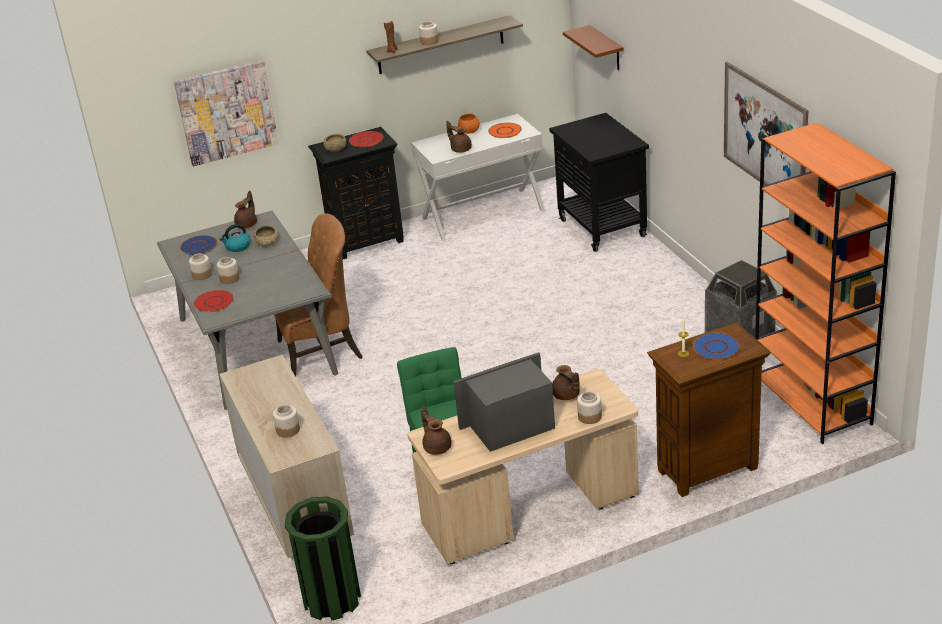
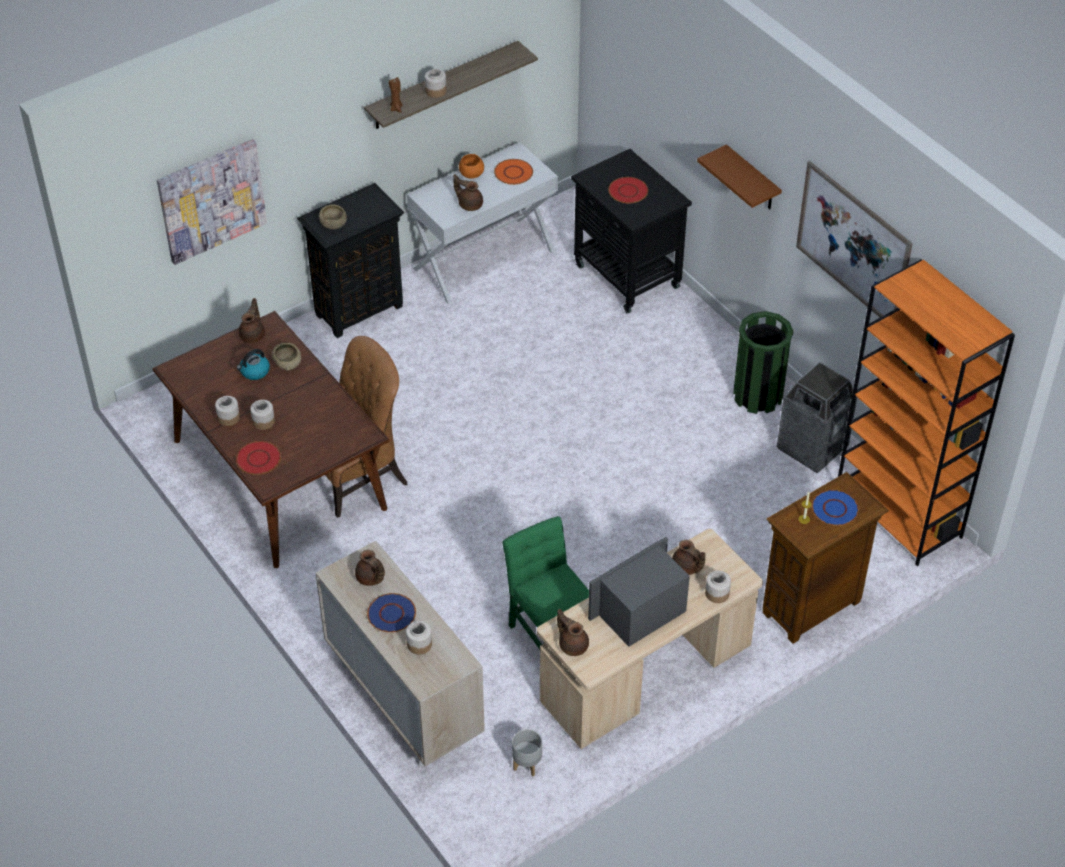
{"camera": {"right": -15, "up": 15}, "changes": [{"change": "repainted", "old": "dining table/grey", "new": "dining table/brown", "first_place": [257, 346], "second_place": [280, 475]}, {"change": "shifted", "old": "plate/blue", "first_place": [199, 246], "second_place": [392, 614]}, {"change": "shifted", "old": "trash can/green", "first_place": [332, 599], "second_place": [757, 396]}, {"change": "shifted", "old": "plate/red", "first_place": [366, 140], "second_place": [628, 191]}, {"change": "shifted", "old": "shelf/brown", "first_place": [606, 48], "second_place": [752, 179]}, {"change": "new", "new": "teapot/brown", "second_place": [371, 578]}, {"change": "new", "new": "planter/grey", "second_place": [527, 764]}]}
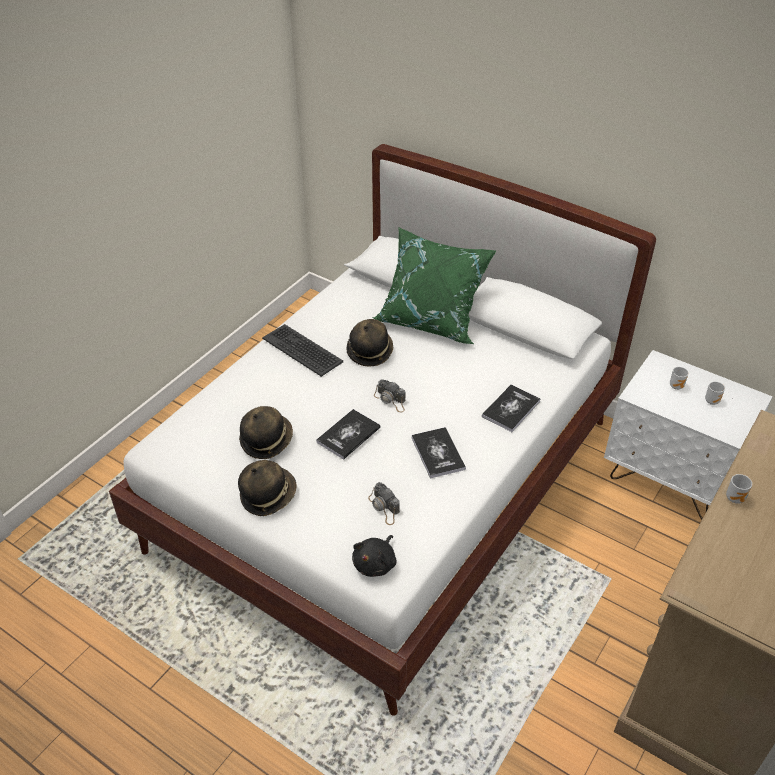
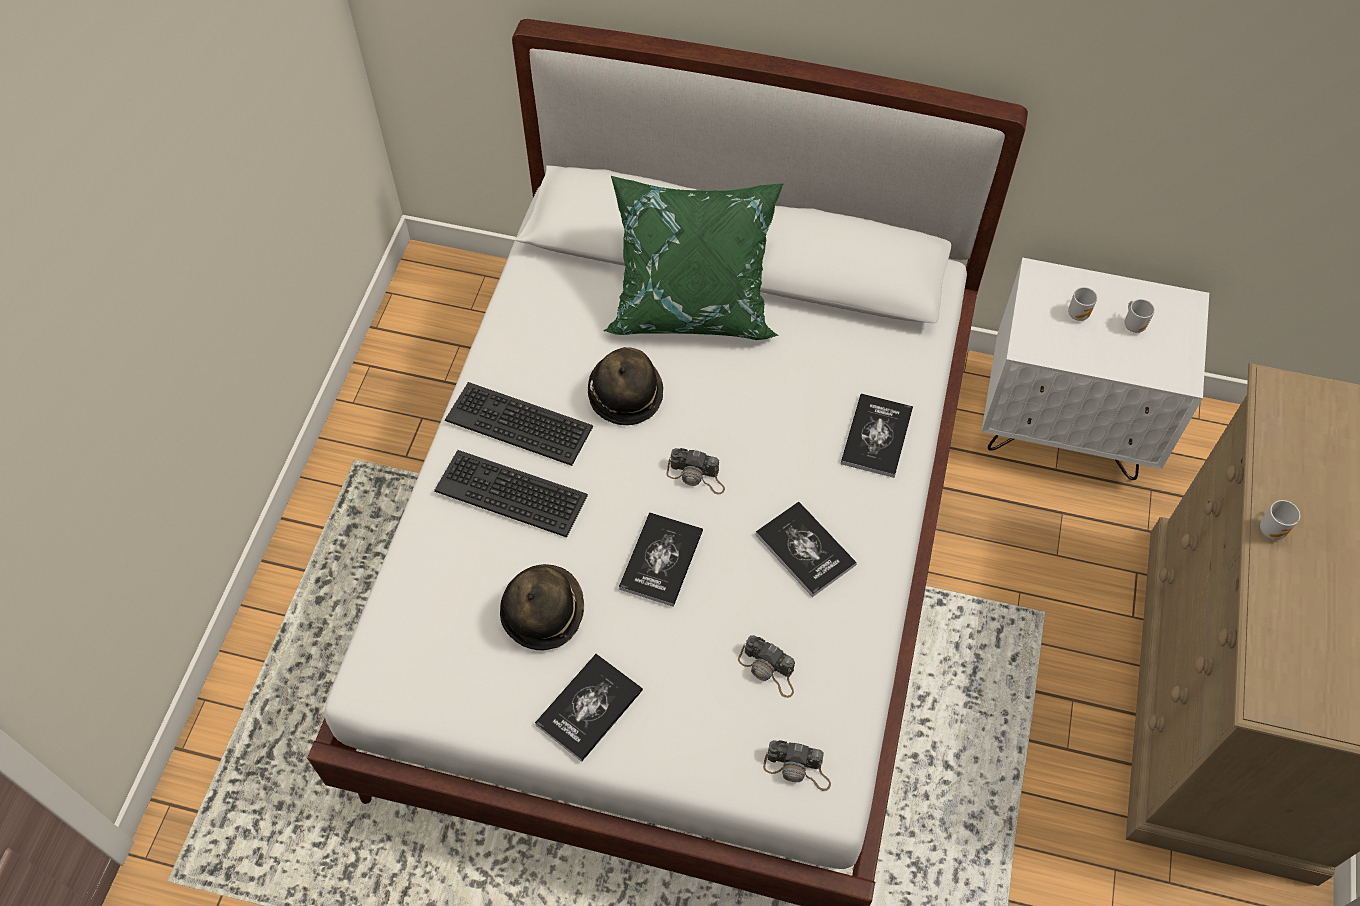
{"camera": {"right": -20, "up": 15}, "changes": [{"change": "swapped", "old": "hat", "new": "book", "first_place": [268, 495], "second_place": [589, 708]}, {"change": "swapped", "old": "plush toy/black", "new": "photo camera", "first_place": [376, 563], "second_place": [798, 769]}, {"change": "new", "new": "keyboard", "second_place": [511, 492]}]}
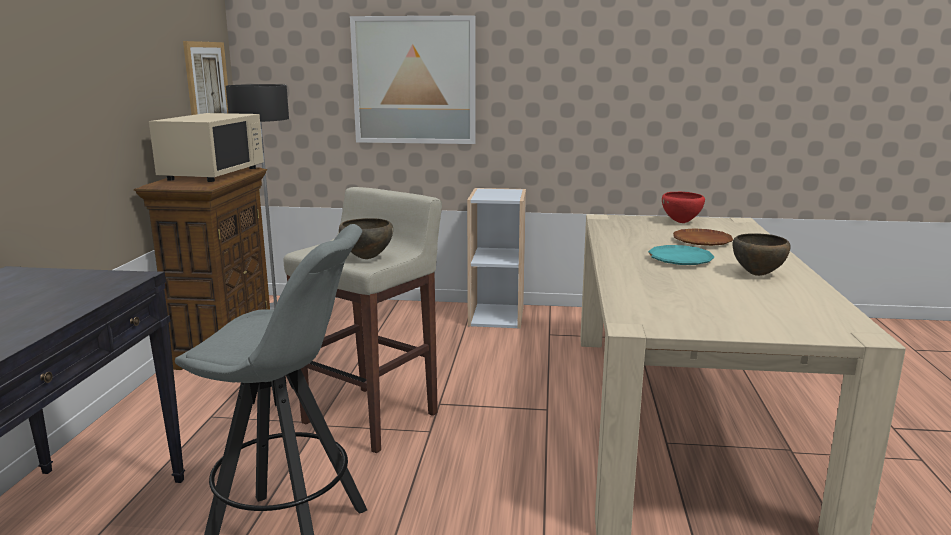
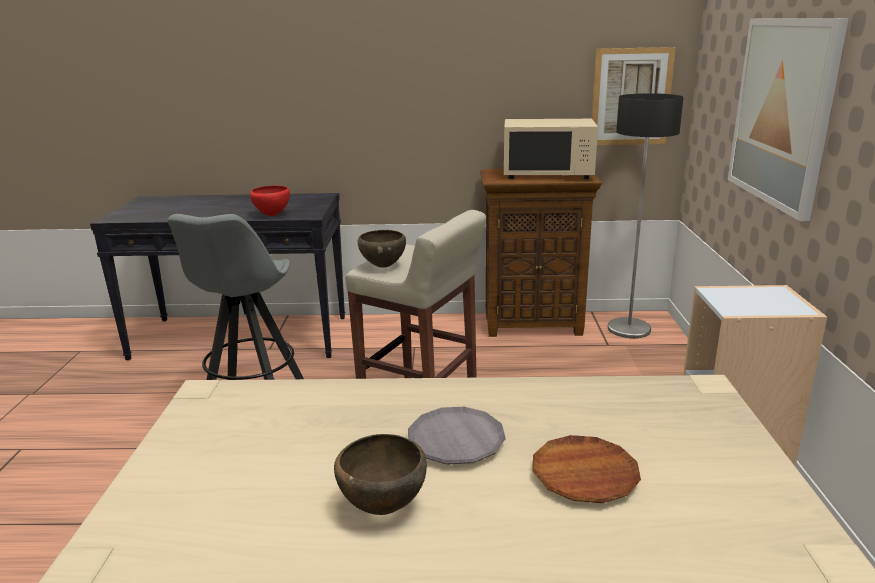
{"camera": {"right": 85, "up": 5}, "changes": [{"change": "repainted", "old": "plate/turquoise", "new": "plate/grey", "first_place": [680, 260], "second_place": [456, 441]}, {"change": "shifted", "old": "bowl/red", "first_place": [681, 222], "second_place": [272, 215]}]}
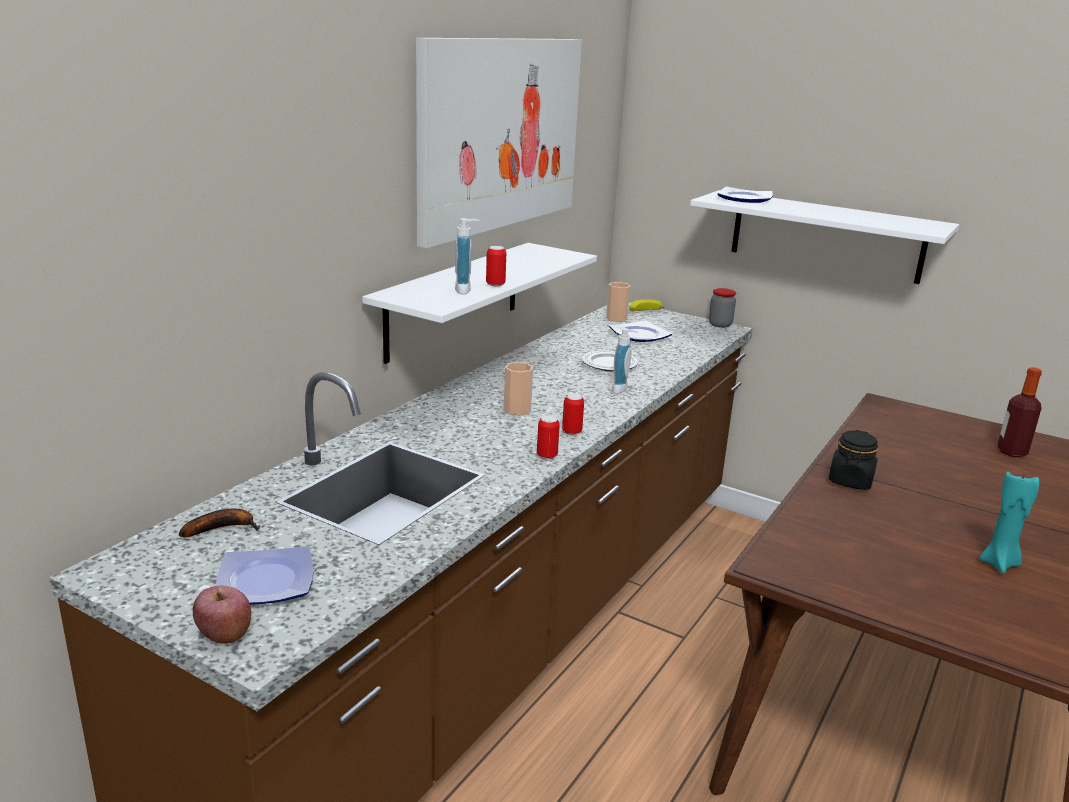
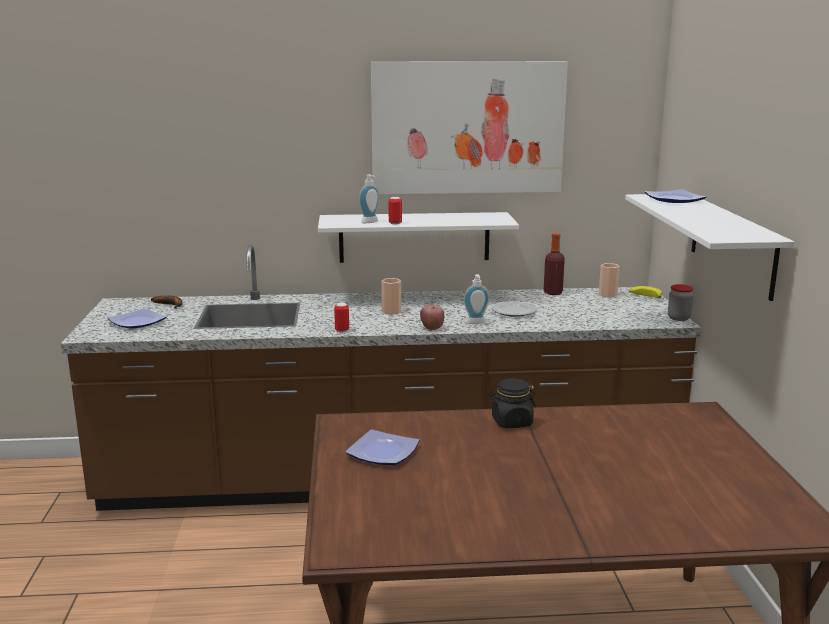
{"camera": {"right": 55, "up": -5}, "changes": [{"change": "shifted", "old": "apple", "first_place": [224, 635], "second_place": [432, 328]}, {"change": "gone", "old": "can", "first_place": [571, 432]}, {"change": "shifted", "old": "plate", "first_place": [639, 336], "second_place": [381, 453]}, {"change": "gone", "old": "candle/turquoise", "first_place": [999, 564]}, {"change": "shifted", "old": "bottle", "first_place": [1011, 452], "second_place": [553, 293]}]}
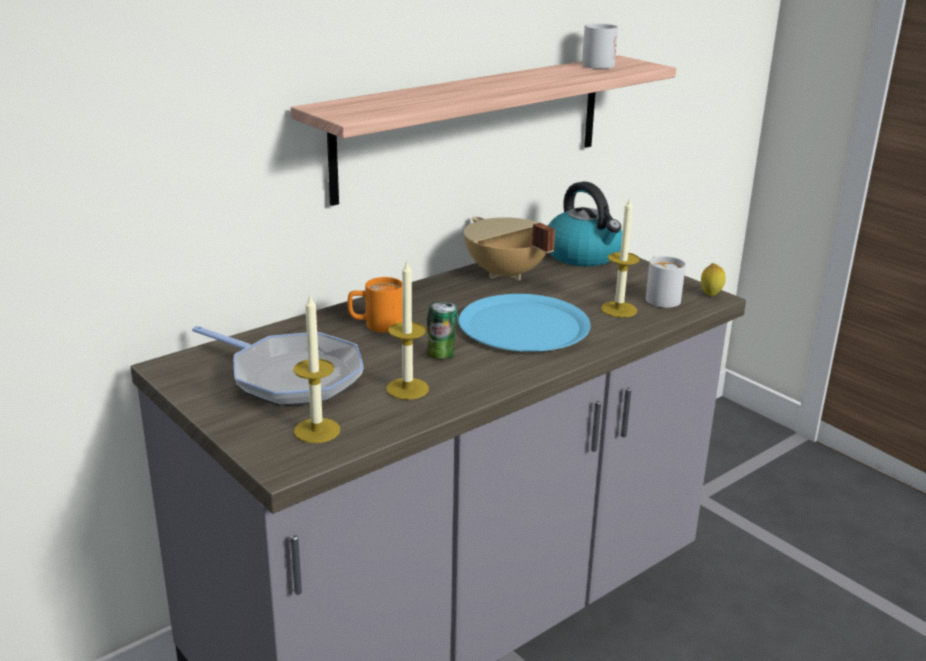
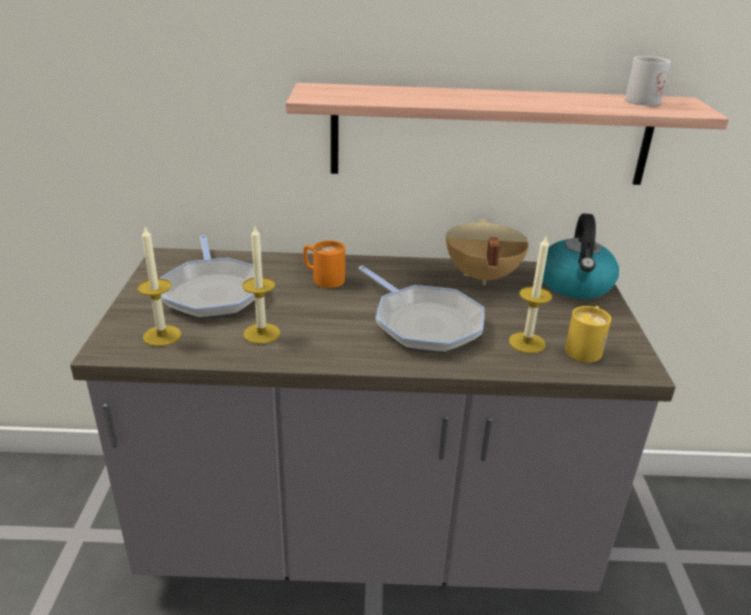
{"camera": {"right": 40, "up": 5}, "changes": [{"change": "gone", "old": "can", "first_place": [441, 355]}, {"change": "swapped", "old": "plate/blue", "new": "frying pan", "first_place": [524, 326], "second_place": [423, 323]}, {"change": "repainted", "old": "mug/white", "new": "mug/yellow", "first_place": [659, 297], "second_place": [585, 347]}, {"change": "gone", "old": "lemon", "first_place": [711, 294]}]}
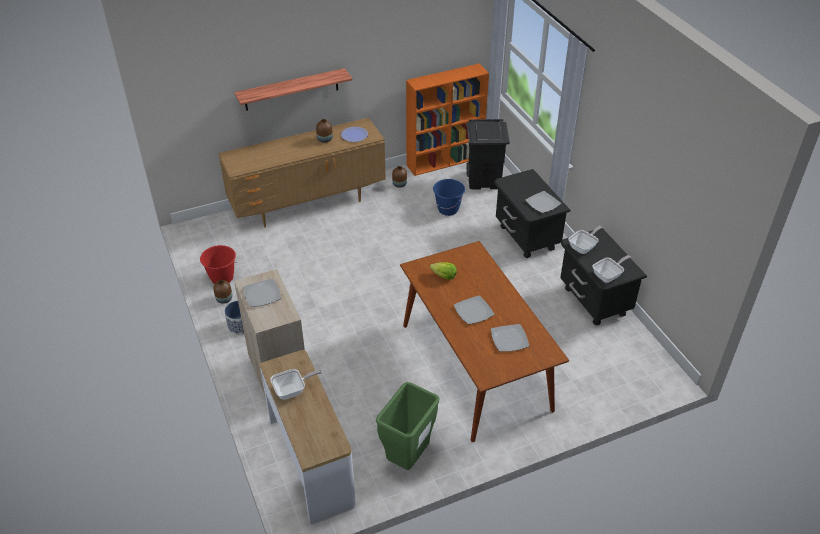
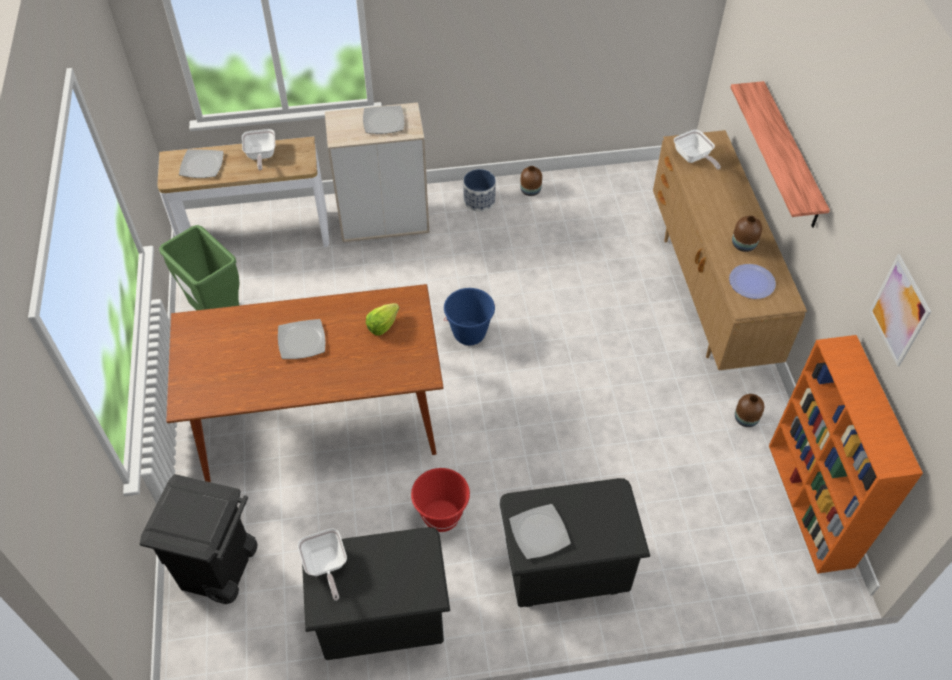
{"camera": {"right": 105, "up": 10}, "changes": [{"change": "shifted", "old": "bucket/red", "first_place": [222, 278], "second_place": [441, 516]}, {"change": "shifted", "old": "bucket/blue", "first_place": [448, 209], "second_place": [469, 333]}, {"change": "shifted", "old": "trash can/black", "first_place": [484, 180], "second_place": [219, 570]}, {"change": "shifted", "old": "plate", "first_place": [509, 339], "second_place": [201, 165]}, {"change": "shifted", "old": "frying pan", "first_place": [584, 247], "second_place": [693, 158]}, {"change": "new", "new": "picture", "second_place": [899, 311]}]}
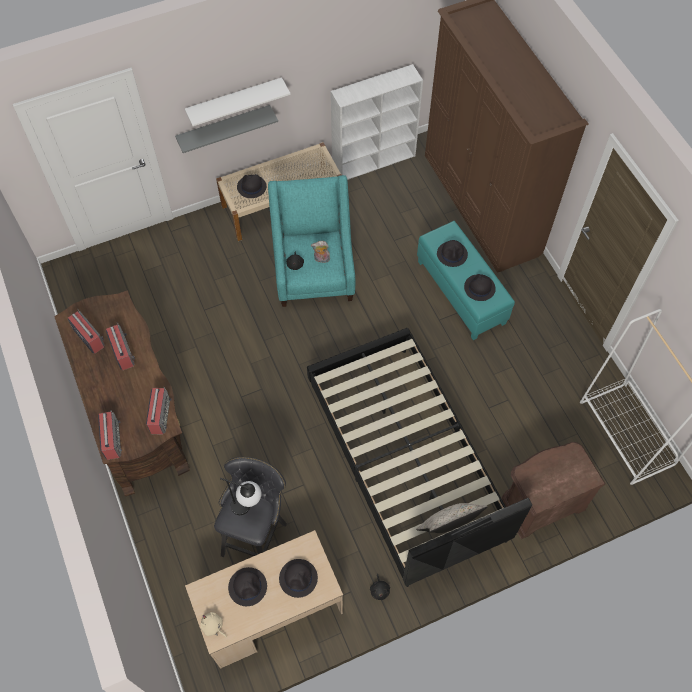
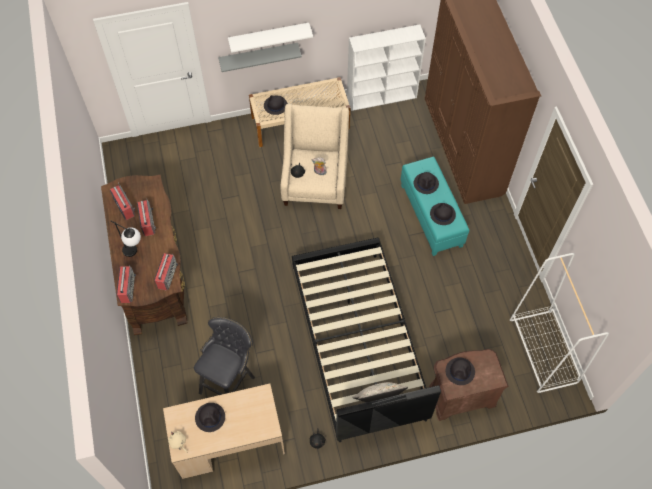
{"camera": {"right": 10, "up": 0}, "changes": [{"change": "shifted", "old": "table lamp", "first_place": [248, 508], "second_place": [135, 253]}, {"change": "repainted", "old": "armchair/turquoise", "new": "armchair/beige", "first_place": [314, 272], "second_place": [315, 181]}, {"change": "shifted", "old": "hat/black", "first_place": [298, 578], "second_place": [460, 371]}]}
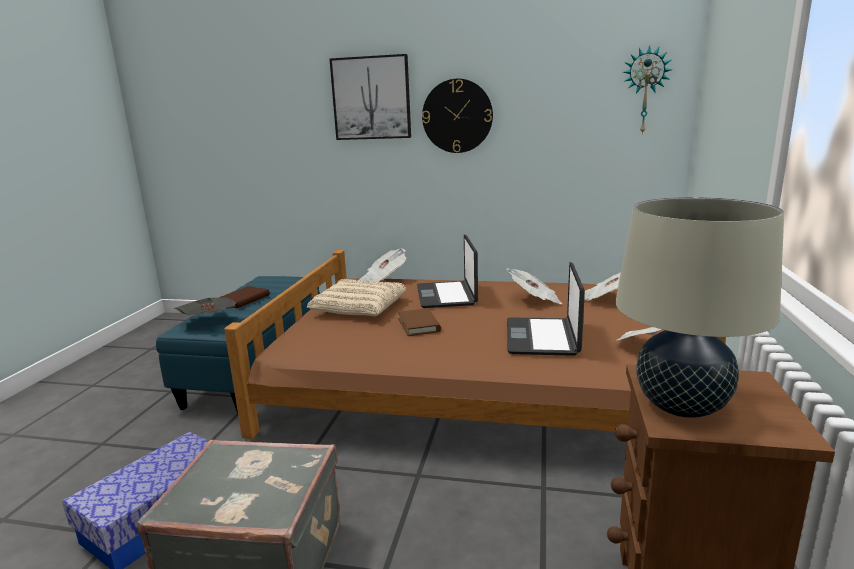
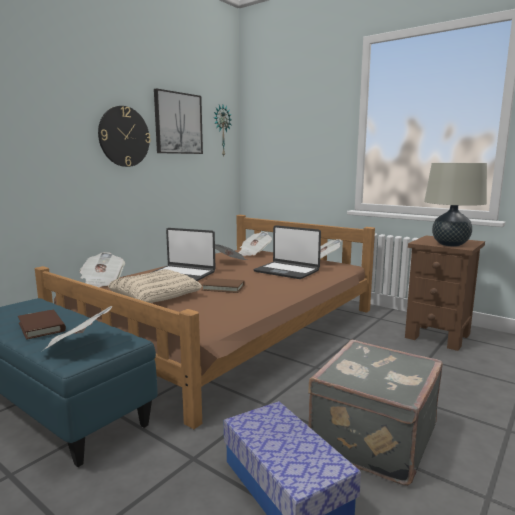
{"camera": {"right": -65, "up": -5}, "changes": [{"change": "shifted", "old": "picture", "first_place": [371, 98], "second_place": [178, 123]}]}
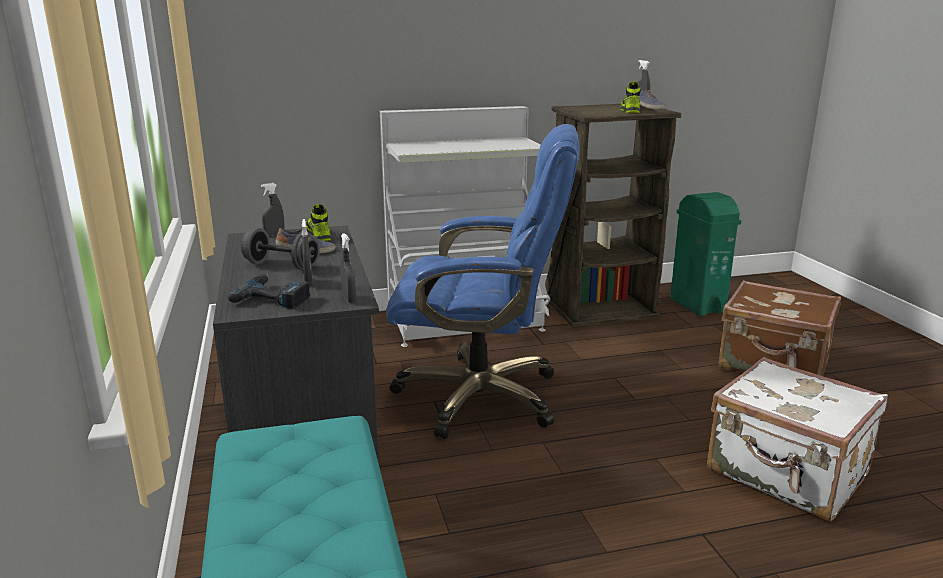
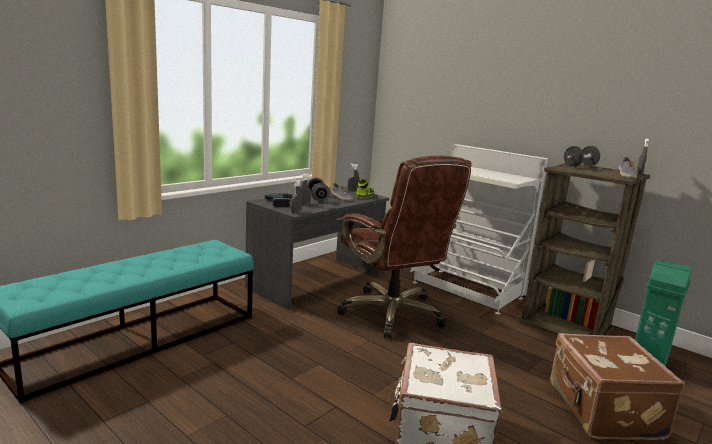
{"camera": {"right": 55, "up": -5}, "changes": [{"change": "repainted", "old": "office chair/blue", "new": "office chair/brown", "first_place": [479, 396], "second_place": [392, 313]}, {"change": "gone", "old": "shoe", "first_place": [629, 110]}, {"change": "new", "new": "dumbbell/black", "second_place": [580, 166]}]}
